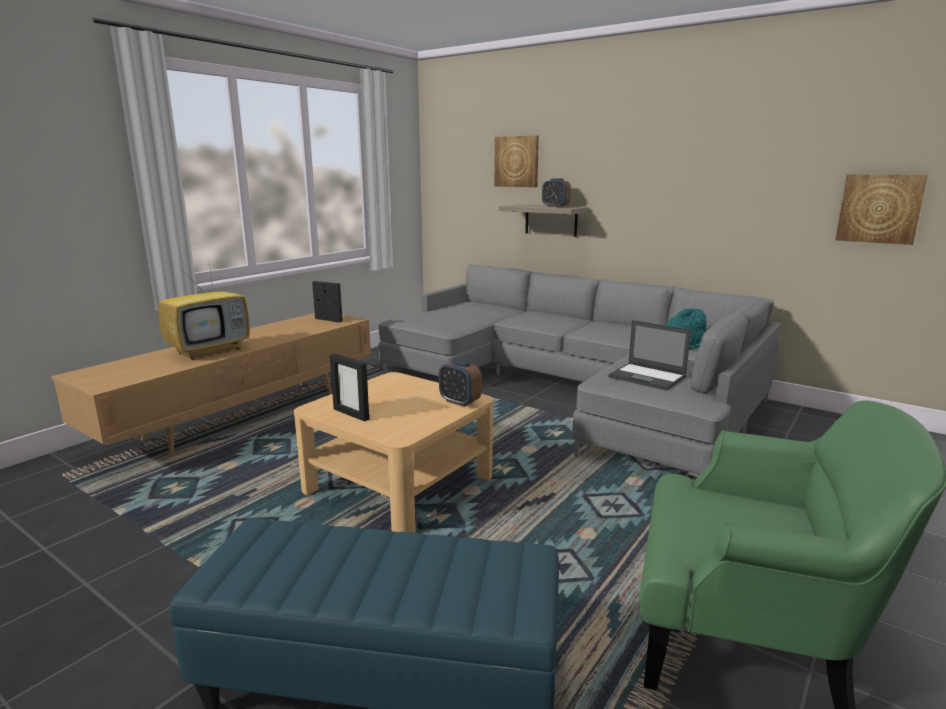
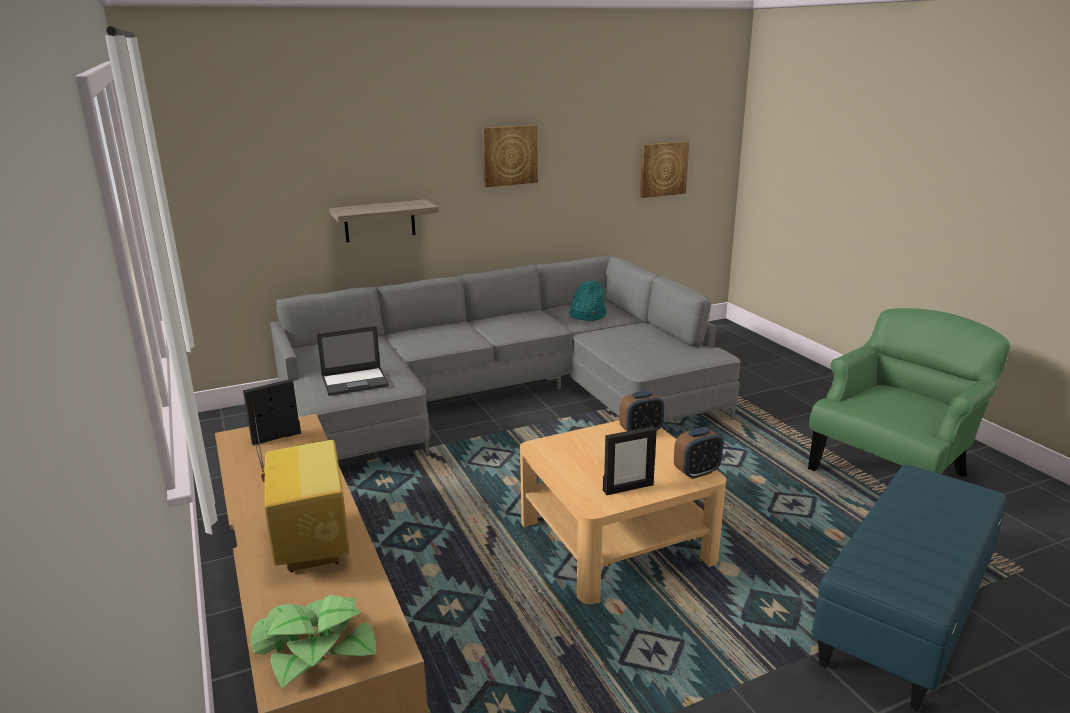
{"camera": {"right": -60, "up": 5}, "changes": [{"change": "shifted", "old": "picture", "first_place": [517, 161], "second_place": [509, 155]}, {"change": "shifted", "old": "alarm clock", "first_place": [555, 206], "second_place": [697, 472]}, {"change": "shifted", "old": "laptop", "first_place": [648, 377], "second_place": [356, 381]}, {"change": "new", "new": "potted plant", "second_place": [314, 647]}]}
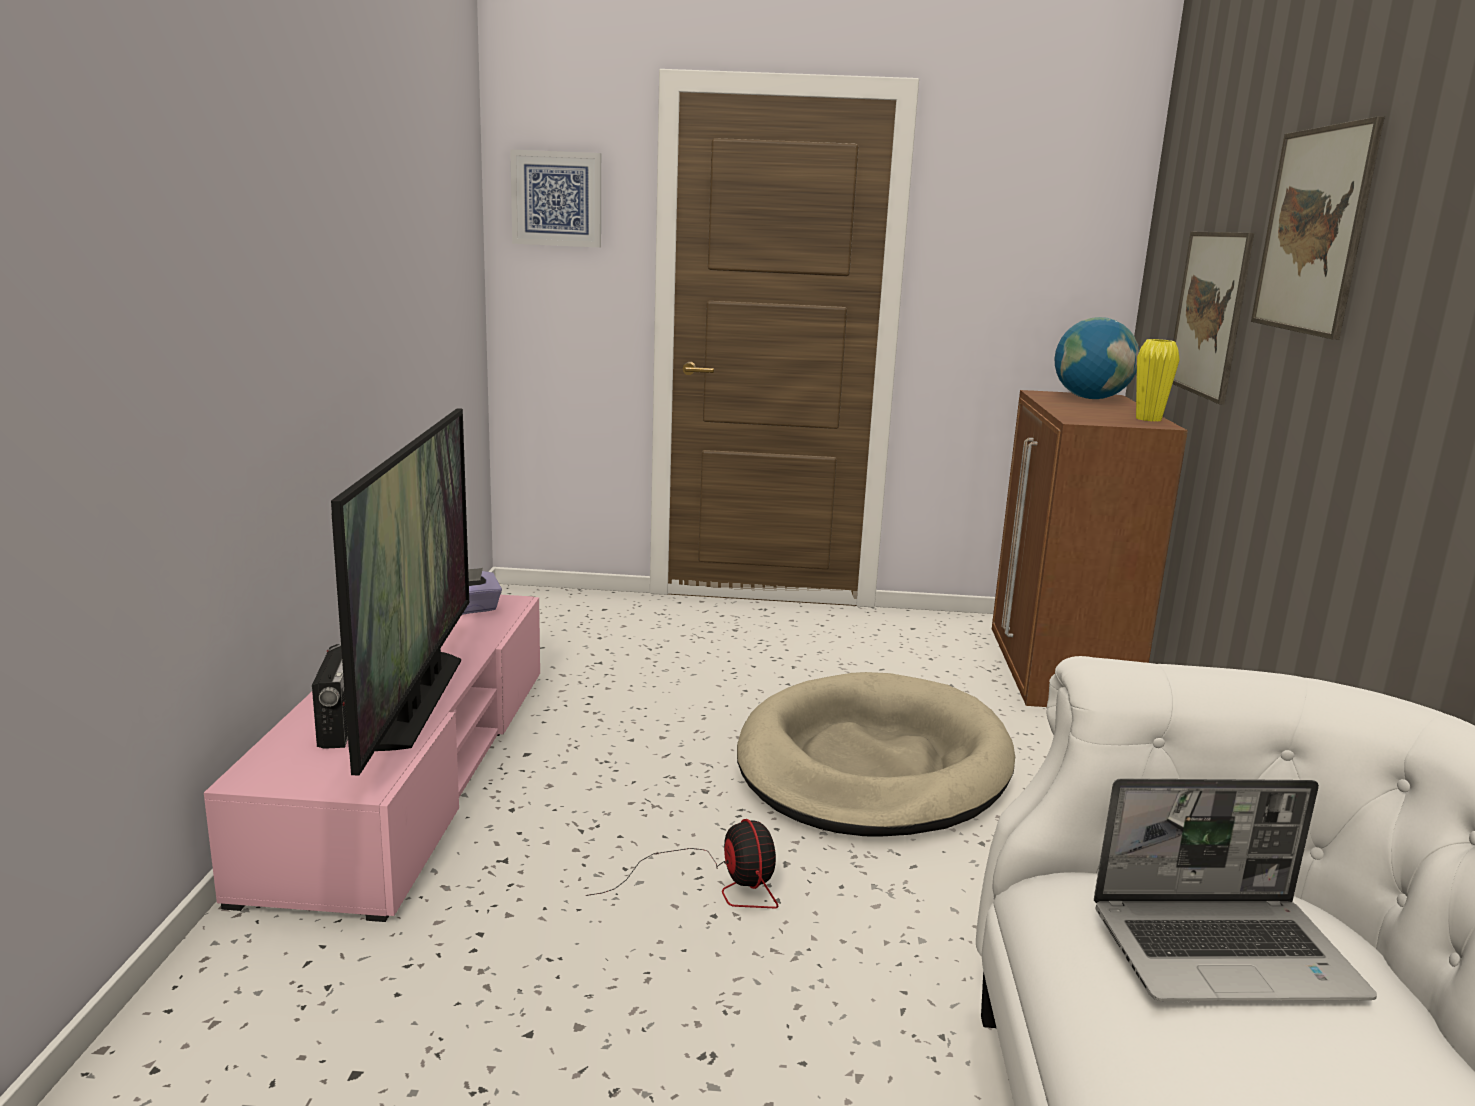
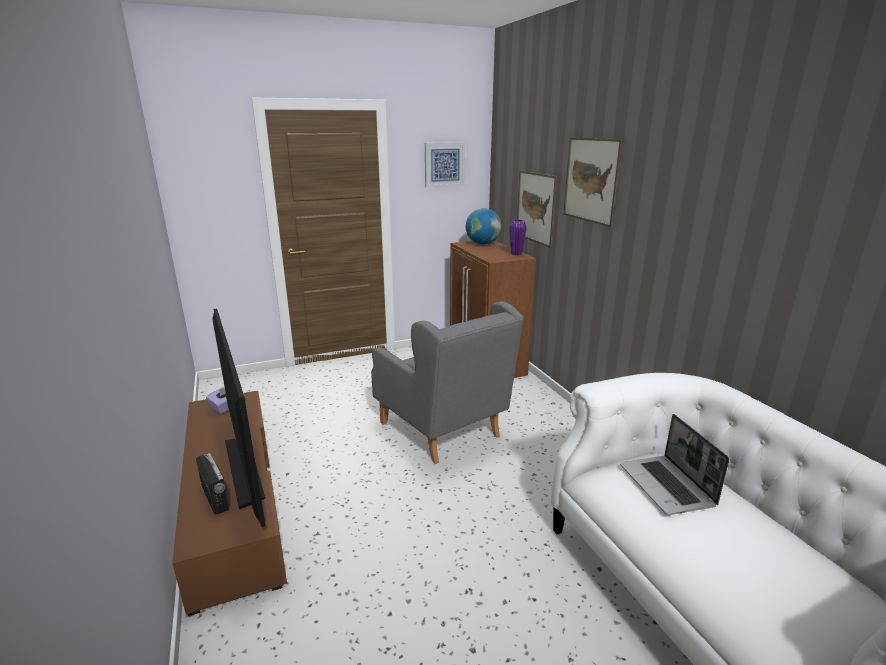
{"camera": {"right": -25, "up": 5}, "changes": [{"change": "repainted", "old": "tv stand/pink", "new": "tv stand/brown", "first_place": [412, 770], "second_place": [234, 502]}, {"change": "shifted", "old": "picture", "first_place": [557, 199], "second_place": [444, 164]}, {"change": "gone", "old": "fan", "first_place": [715, 885]}, {"change": "swapped", "old": "dog bed/beige", "new": "armchair/grey", "first_place": [873, 765], "second_place": [445, 430]}, {"change": "rotated", "old": "laptop", "first_place": [1226, 952], "second_place": [667, 486], "degrees": 105}, {"change": "repainted", "old": "vase/yellow", "new": "vase/purple", "first_place": [1148, 419], "second_place": [516, 254]}]}
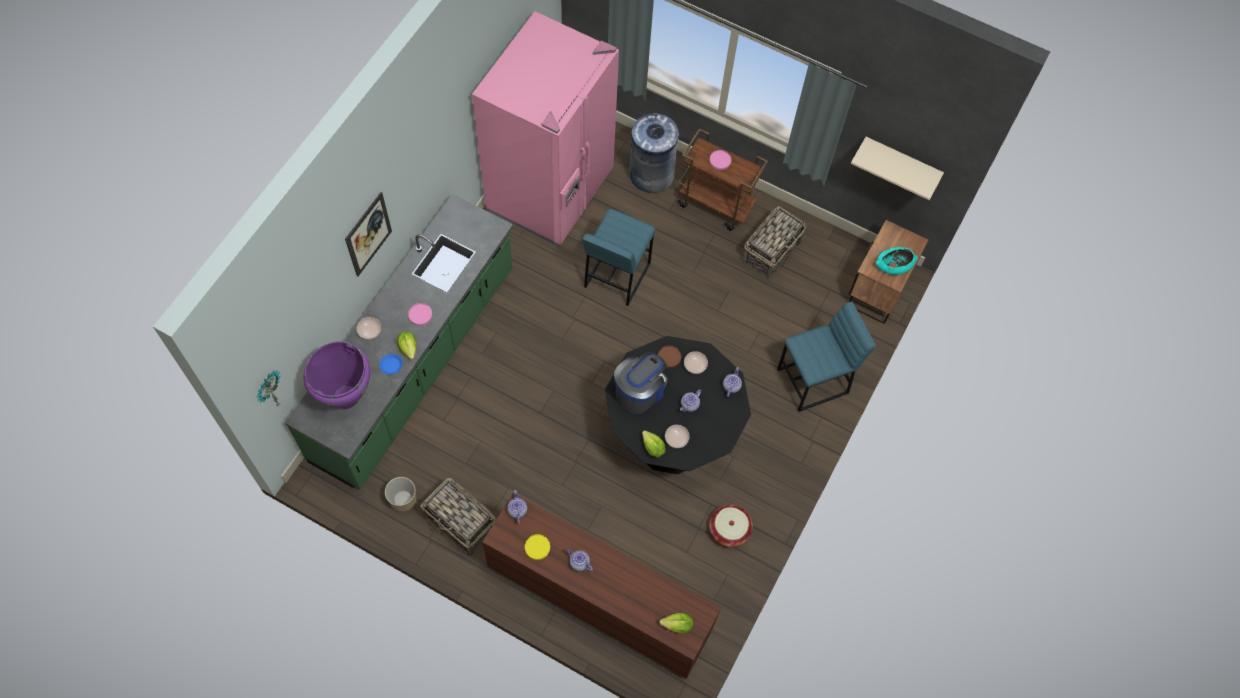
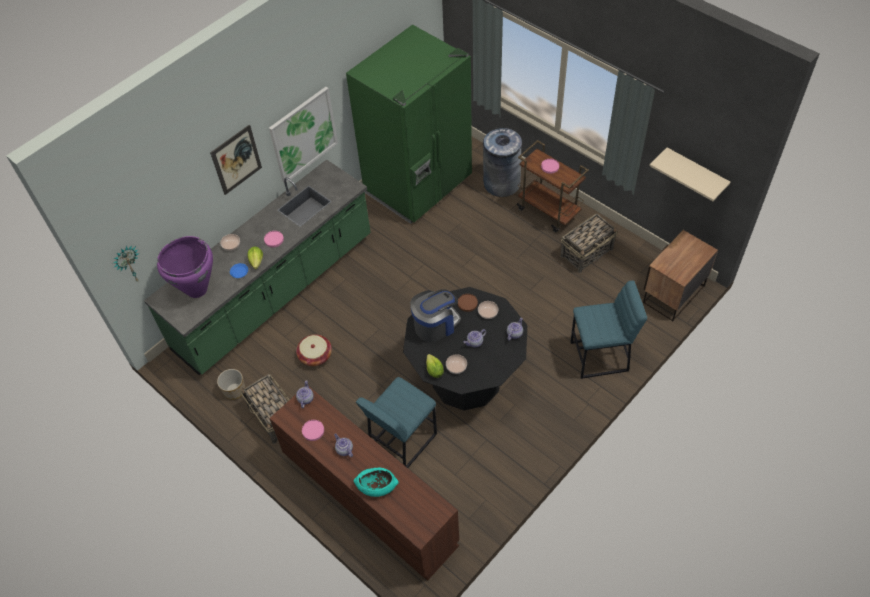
{"camera": {"right": 20, "up": -10}, "changes": [{"change": "repainted", "old": "fridge/pink", "new": "fridge/green", "first_place": [551, 190], "second_place": [418, 184]}, {"change": "repainted", "old": "plate/yellow", "new": "plate/pink", "first_place": [537, 547], "second_place": [313, 431]}, {"change": "shifted", "old": "stool/blue", "first_place": [616, 276], "second_place": [402, 441]}, {"change": "gone", "old": "lettuce", "first_place": [677, 625]}, {"change": "shifted", "old": "basket", "first_place": [729, 530], "second_place": [315, 356]}, {"change": "shifted", "old": "bowl/turquoise", "first_place": [894, 266], "second_place": [376, 486]}, {"change": "new", "new": "picture", "second_place": [303, 135]}]}
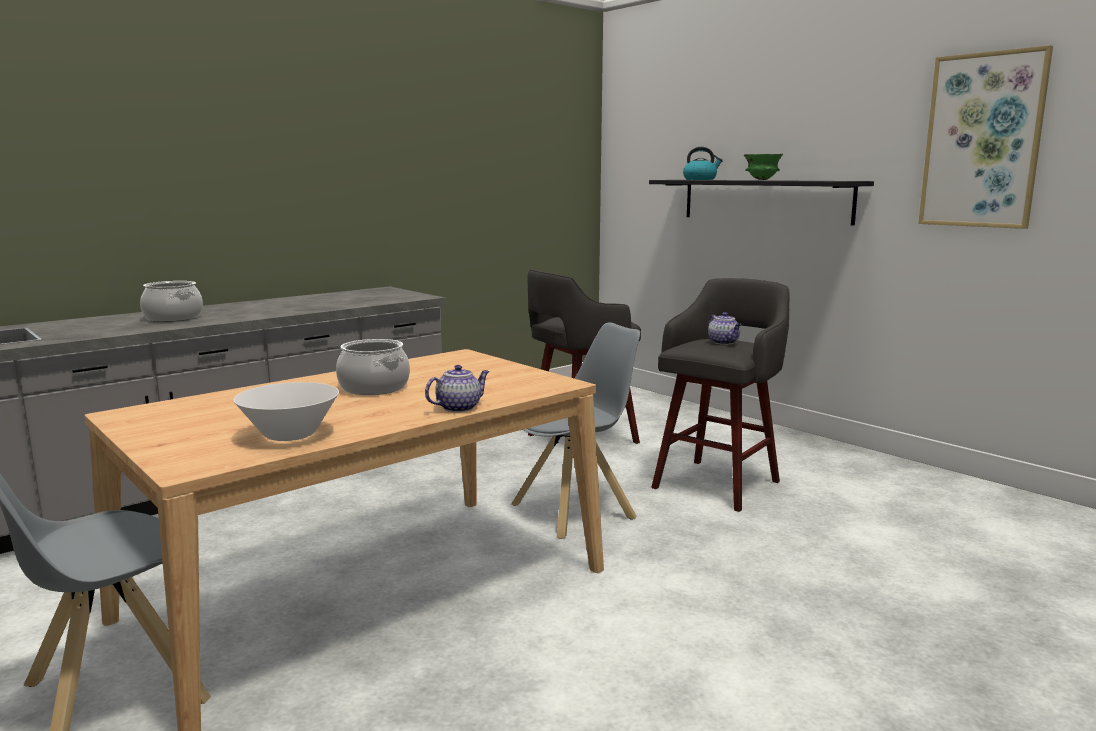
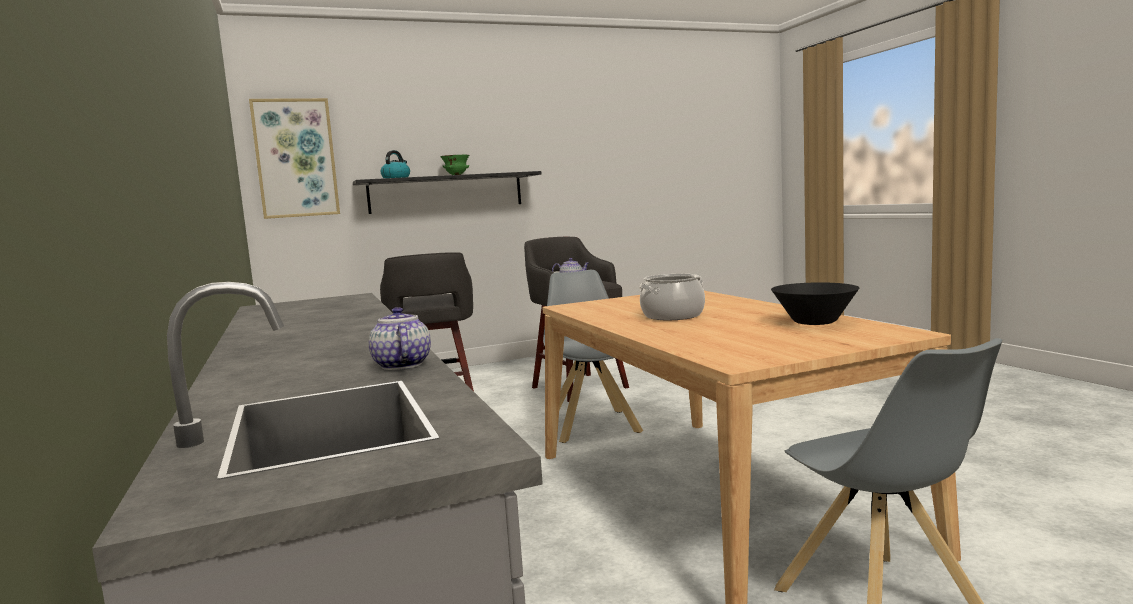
{"camera": {"right": -70, "up": -5}, "changes": [{"change": "gone", "old": "cooking pot", "first_place": [174, 318]}, {"change": "repainted", "old": "bowl/white", "new": "bowl/black", "first_place": [289, 435], "second_place": [814, 322]}, {"change": "shifted", "old": "teapot", "first_place": [459, 407], "second_place": [401, 365]}, {"change": "shifted", "old": "picture", "first_place": [982, 141], "second_place": [295, 158]}]}
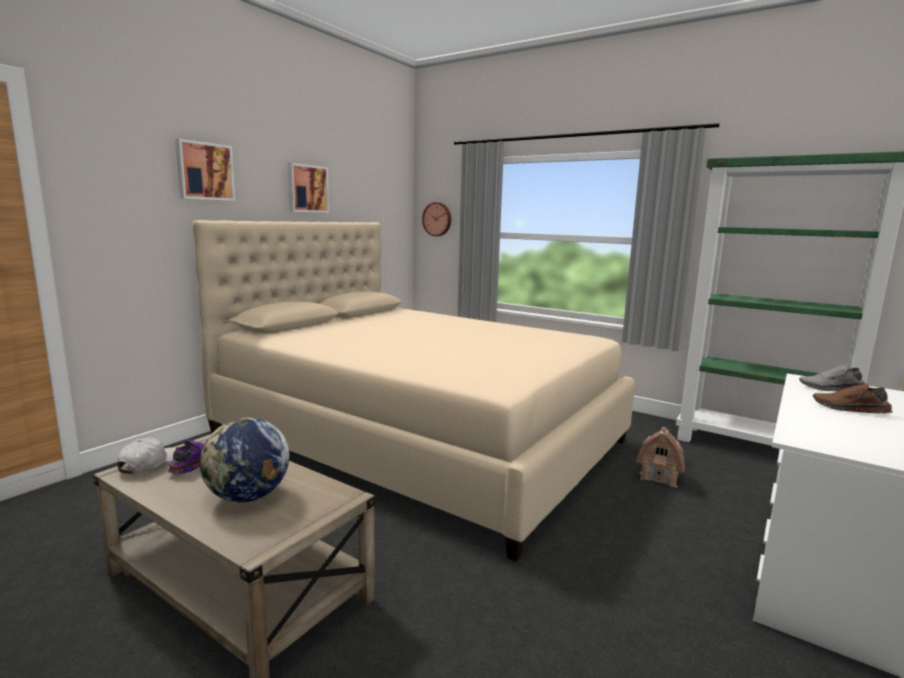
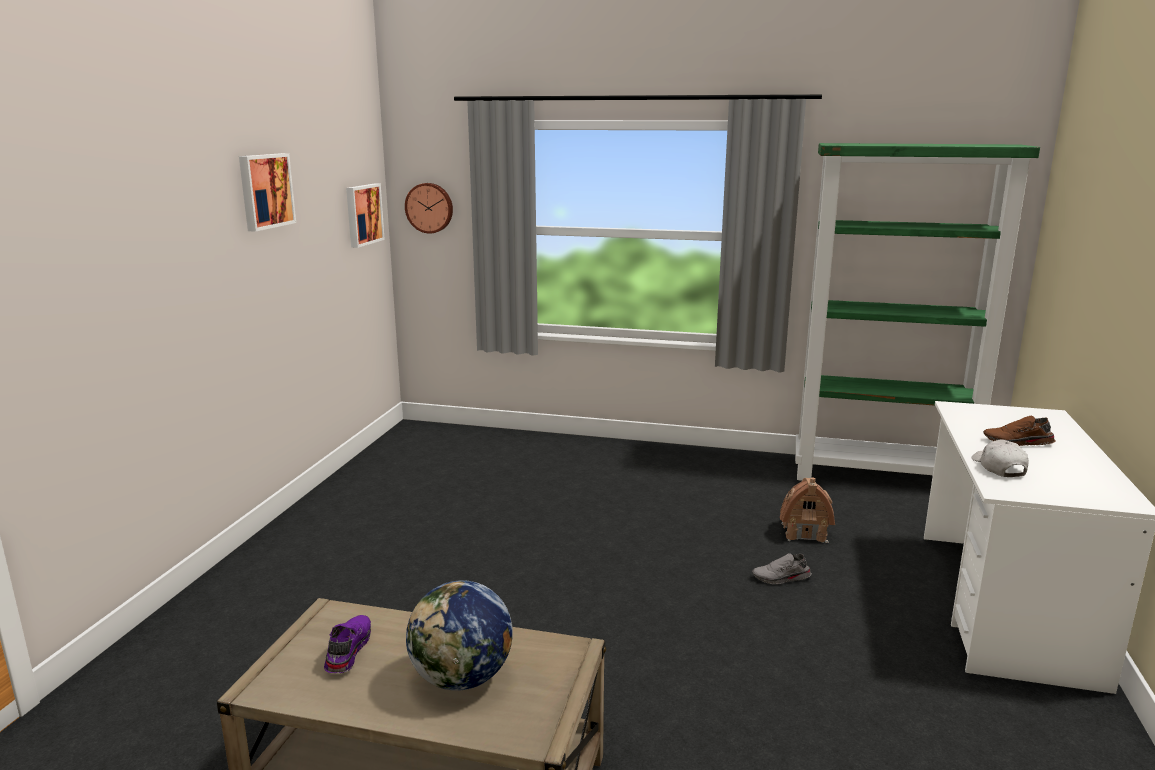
{"camera": {"right": -20, "up": 5}, "changes": [{"change": "shifted", "old": "cap/white", "first_place": [149, 464], "second_place": [998, 467]}, {"change": "shifted", "old": "picture", "first_place": [204, 171], "second_place": [362, 214]}, {"change": "gone", "old": "bed/beige", "first_place": [419, 437]}, {"change": "shifted", "old": "shoe/grey", "first_place": [831, 389], "second_place": [781, 578]}]}
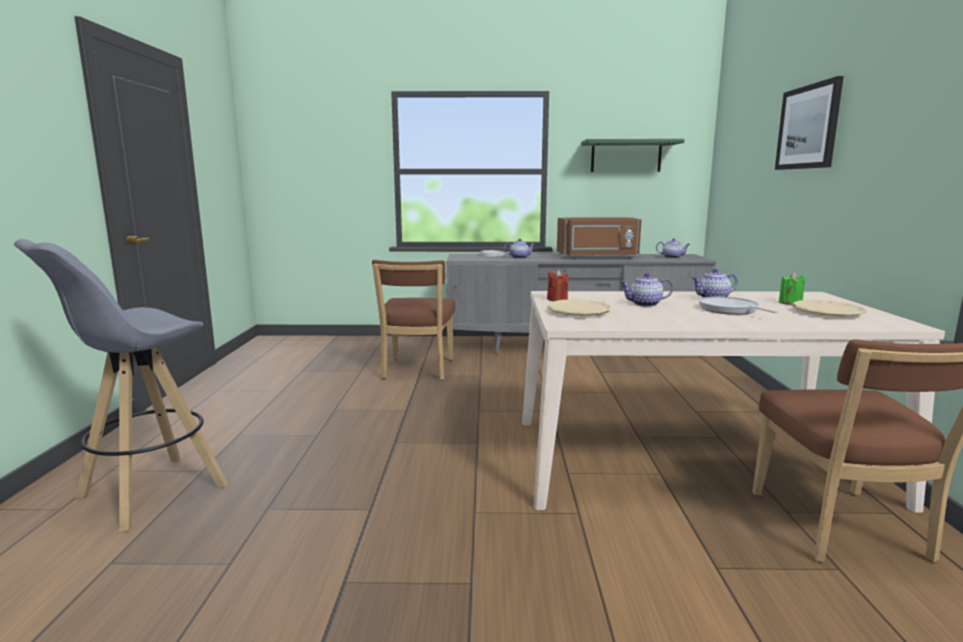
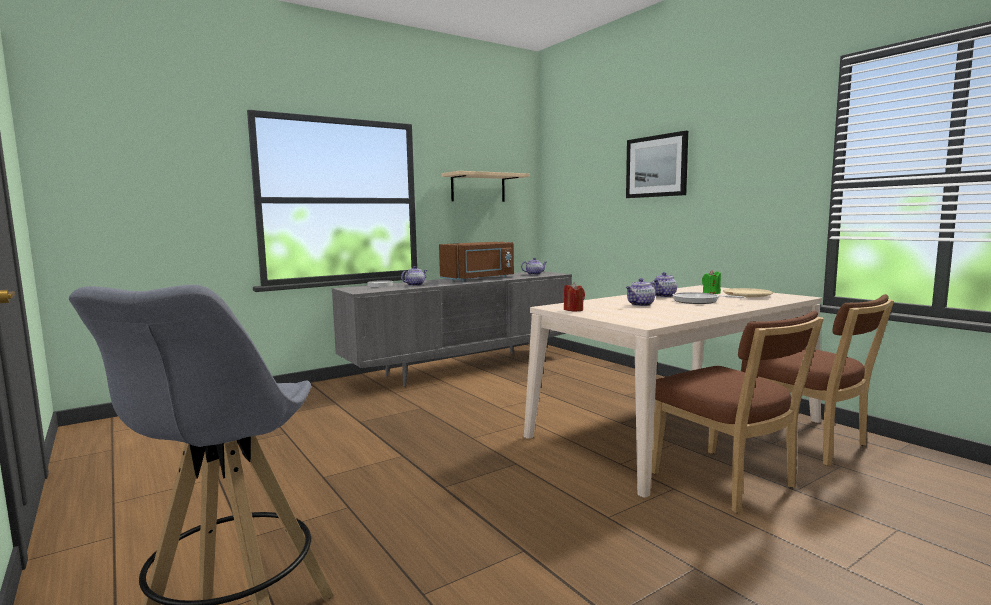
{"camera": {"right": -35, "up": -5}, "changes": [{"change": "shifted", "old": "chair/brown", "first_place": [417, 370], "second_place": [727, 483]}, {"change": "gone", "old": "plate/beige", "first_place": [578, 312]}, {"change": "repainted", "old": "shelf/green", "new": "shelf/beige", "first_place": [626, 156], "second_place": [478, 188]}]}
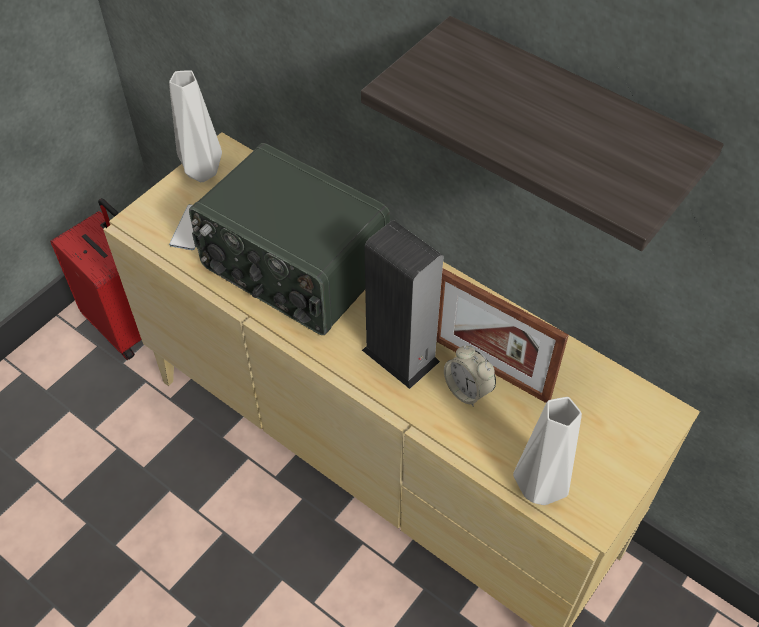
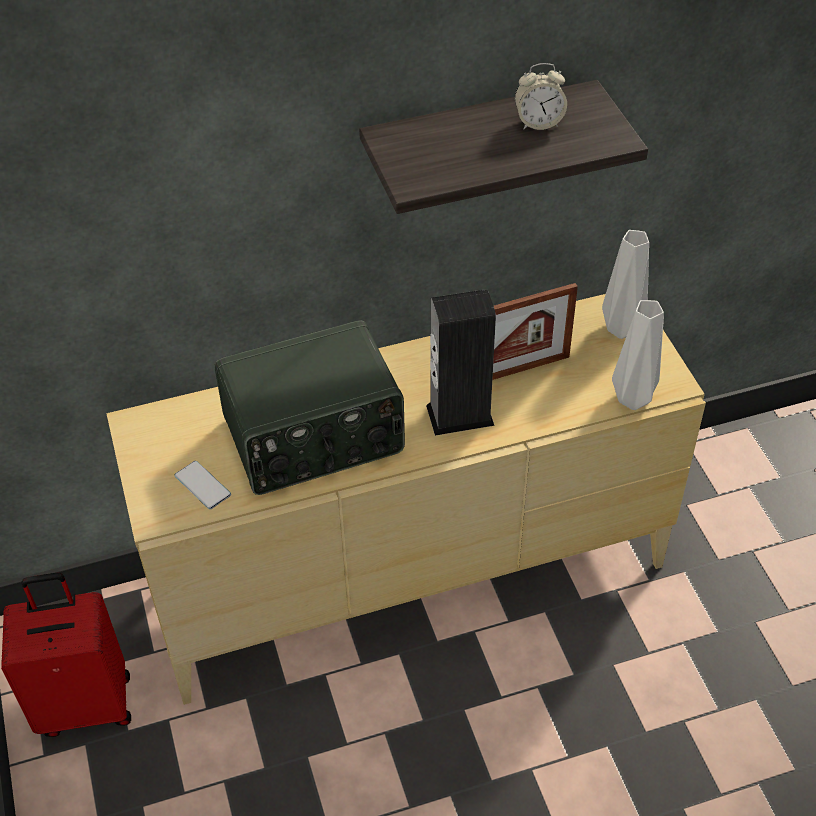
{"camera": {"right": -55, "up": -5}, "changes": [{"change": "shifted", "old": "vase/grey", "first_place": [200, 172], "second_place": [620, 330]}, {"change": "shifted", "old": "alarm clock", "first_place": [467, 390], "second_place": [538, 123]}]}
